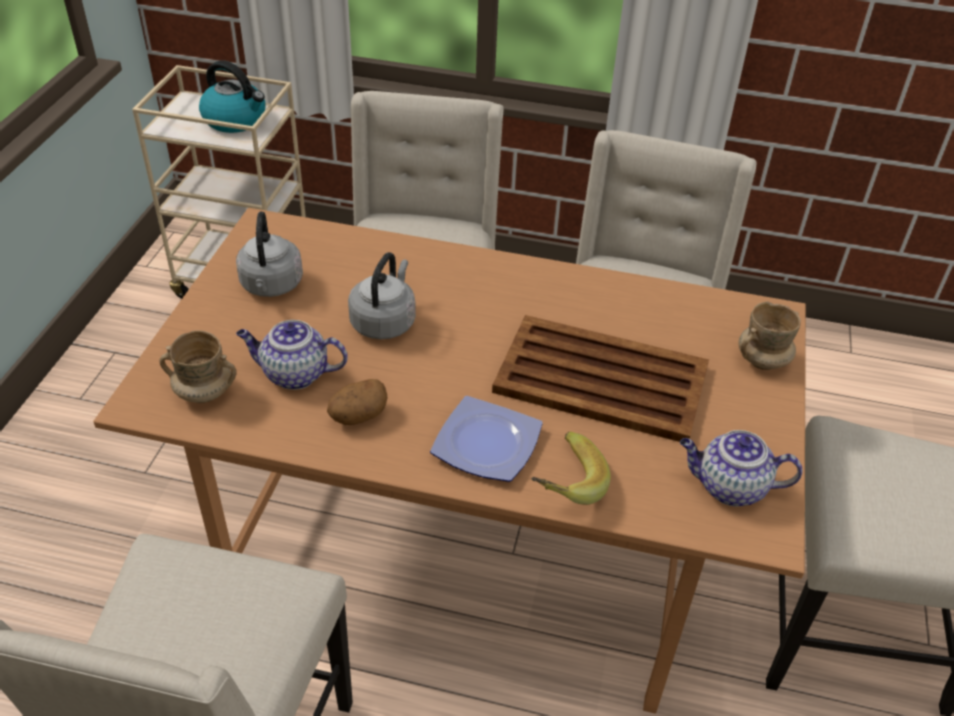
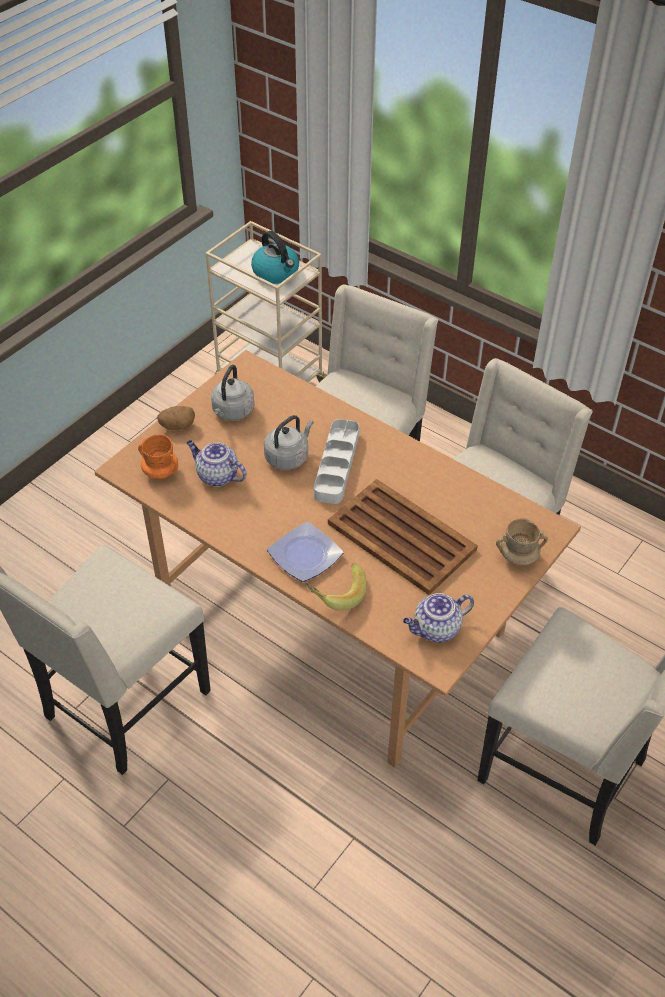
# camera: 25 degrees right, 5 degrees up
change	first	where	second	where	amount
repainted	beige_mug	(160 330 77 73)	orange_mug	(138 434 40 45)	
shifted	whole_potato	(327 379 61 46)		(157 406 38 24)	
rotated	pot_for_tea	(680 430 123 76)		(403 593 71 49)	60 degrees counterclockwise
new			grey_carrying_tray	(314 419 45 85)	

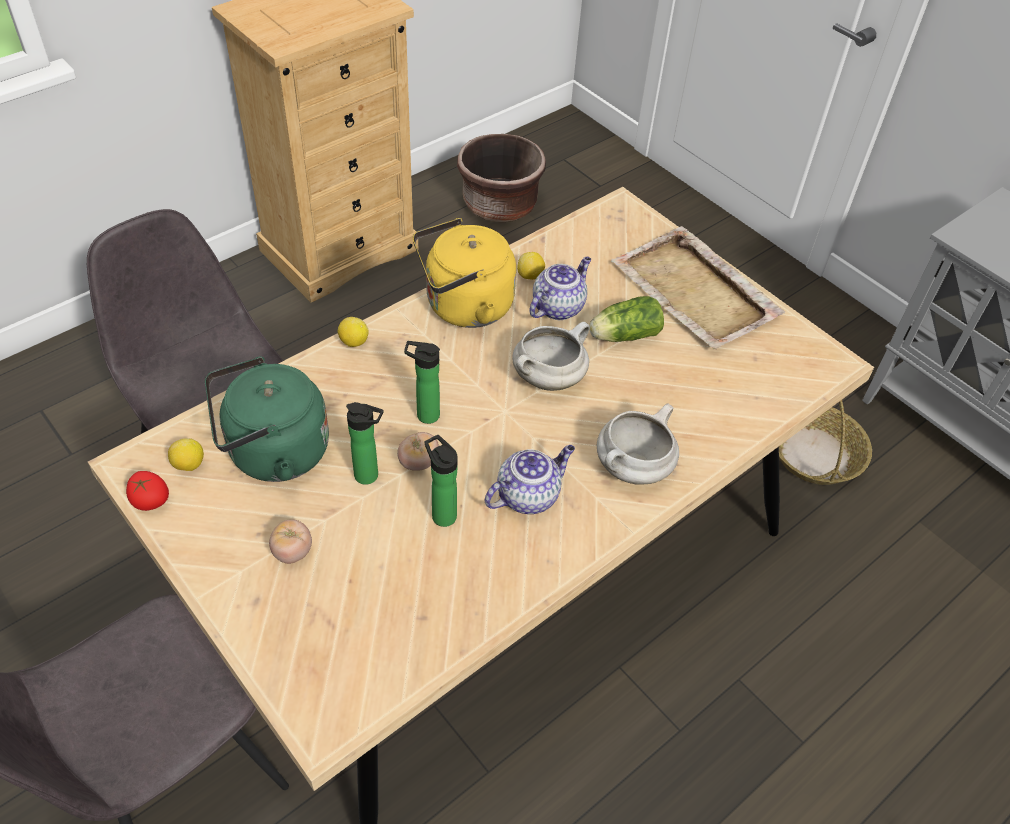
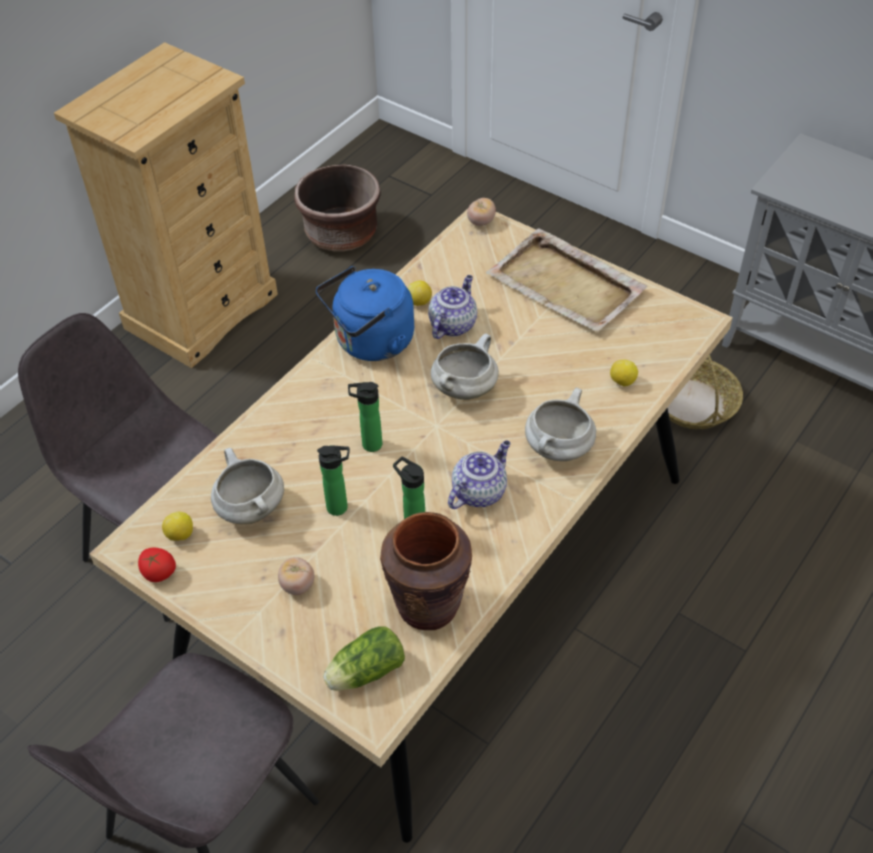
# camera: 10 degrees left, 0 degrees up
change	first	where	second	where	amount
repainted	yellow_water_kettle	(413 218 103 110)	blue-coloured_water_kettle	(316 266 98 95)	
shifted	lettuce_head	(589 296 75 46)		(323 627 82 64)	
shifted	citrus_fruit	(338 317 31 30)		(610 360 28 27)	
swapped	green_water_kettle	(205 357 124 125)	whitish_stockpot	(211 448 73 76)	
shifted	tomato	(397 432 42 39)		(467 198 29 28)	
new			brown-coloured_decorative_vase	(380 512 92 118)	

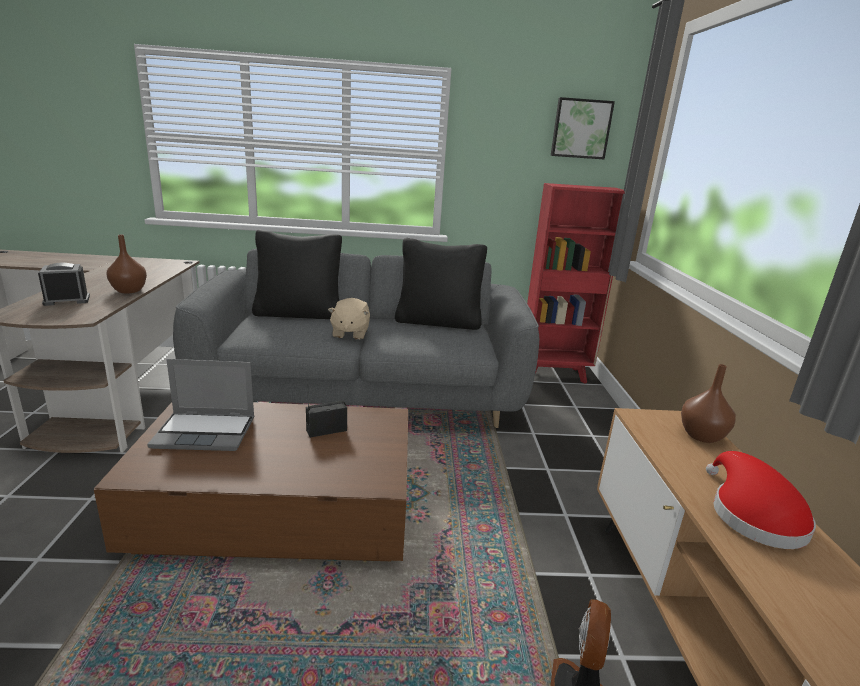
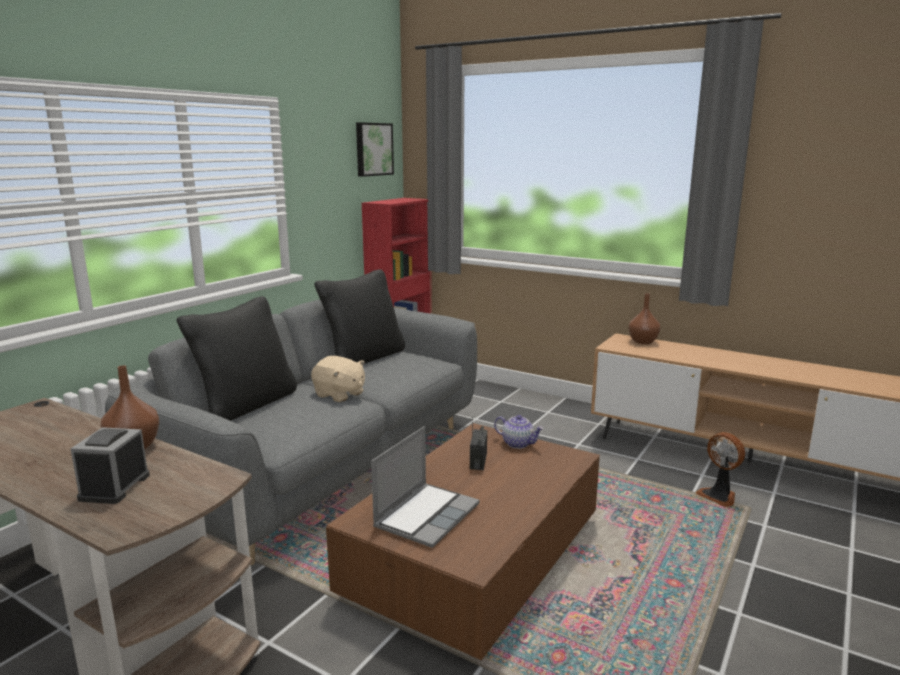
# camera: 55 degrees left, 5 degrees down
change	first	where	second	where	amount
gone	red-coloured_wearable_hat	(706 451 110 98)			
new			pot_for_tea	(494 415 50 34)	

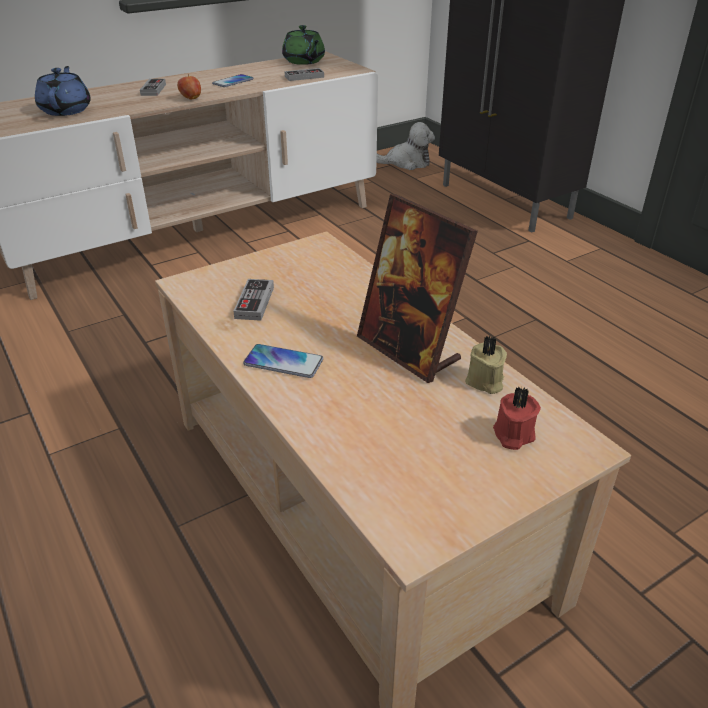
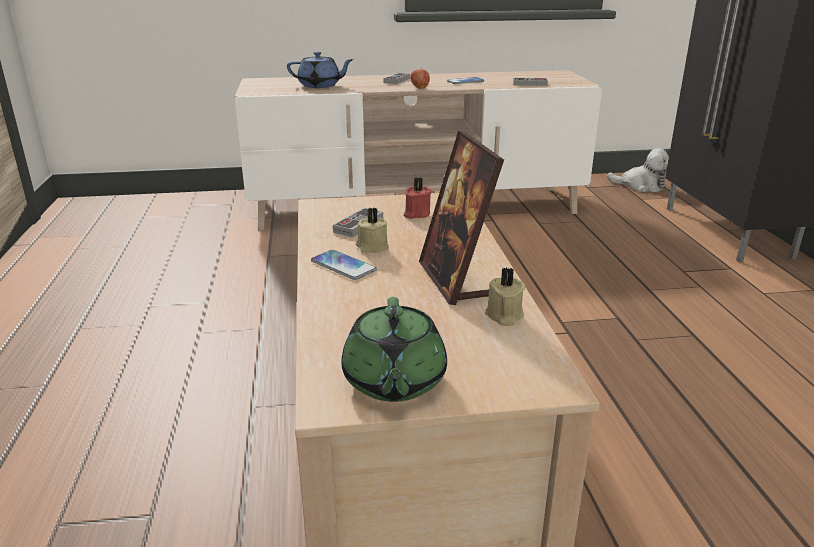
# camera: 25 degrees right, 10 degrees down
change	first	where	second	where	amount
shifted	green_pot_for_tea	(282 25 43 40)		(341 297 106 105)	
rotated	blue-coloured_pot_for_tea	(35 66 56 50)		(287 52 67 36)	75 degrees clockwise
shifted	red-coloured_wax_candle	(493 386 48 64)		(404 177 28 42)	
new			beige_wax_candle	(356 208 33 45)	

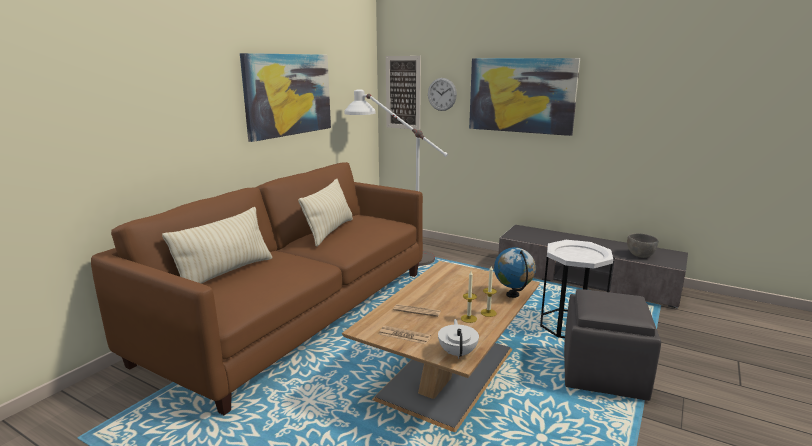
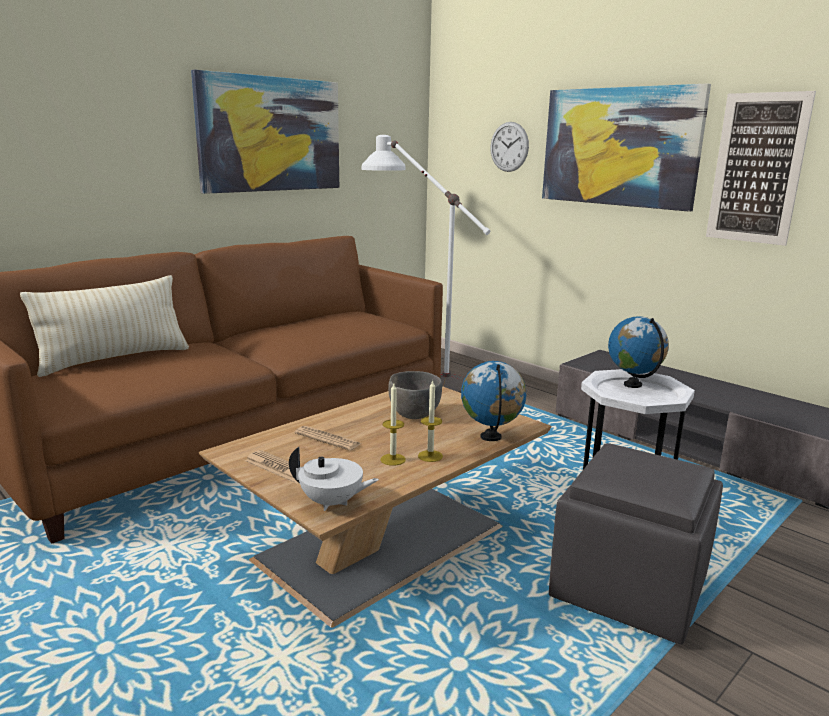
# camera: 15 degrees right, 0 degrees up
change	first	where	second	where	amount
shifted	wall_picture	(386 56 35 74)		(706 91 110 155)	
gone	beige_cushion	(298 179 55 68)			
shifted	grey_bowl	(627 233 31 25)		(388 371 54 48)	
rotated	whitish_pot_for_tea	(438 319 41 40)		(289 447 90 64)	90 degrees clockwise
new			globe	(608 316 61 72)	

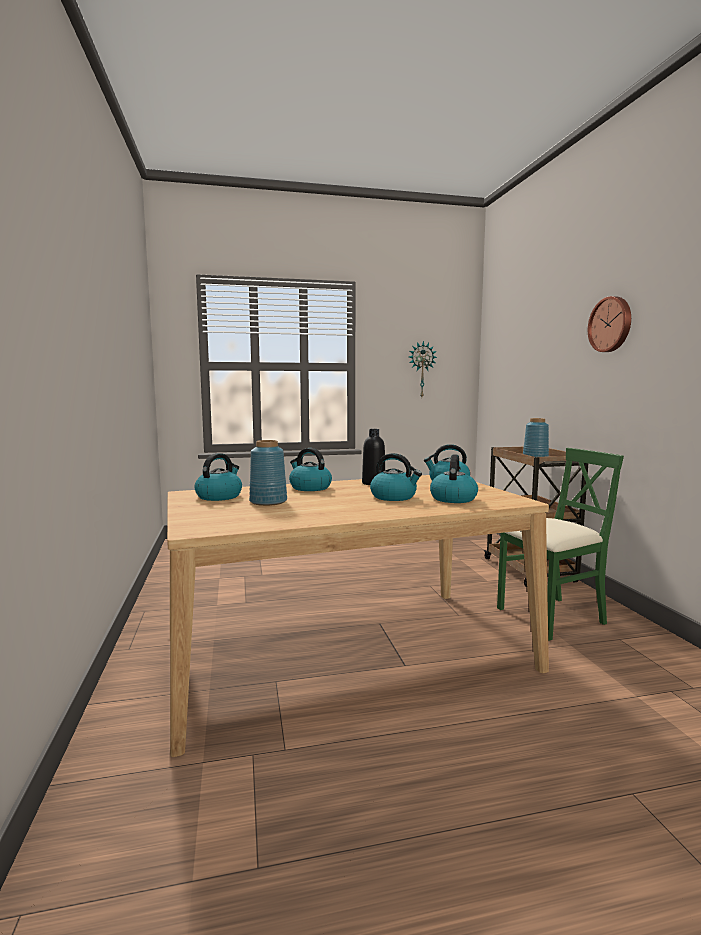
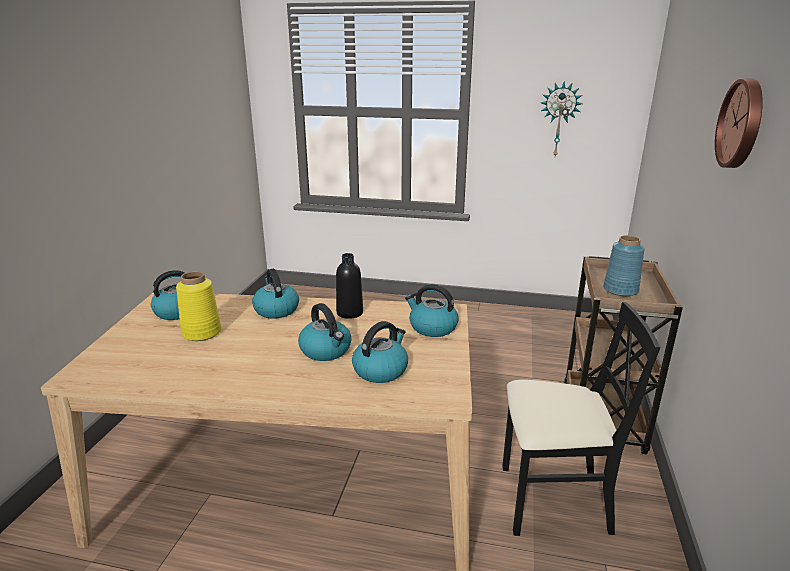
# camera: 25 degrees right, 15 degrees up
change	first	where	second	where	amount
repainted	blue-coloured_decorative_vase	(249 440 38 66)	yellow_decorative_vase	(176 271 46 70)	
repainted	green_chair	(497 448 127 193)	black_chair	(502 302 158 234)	

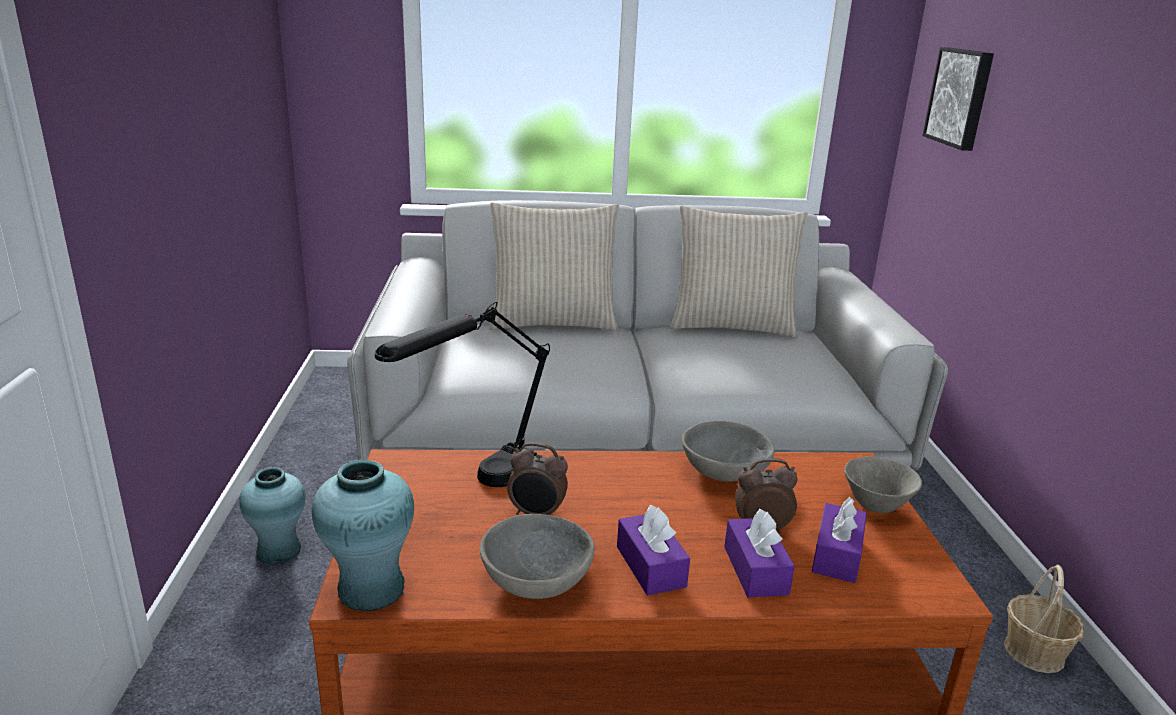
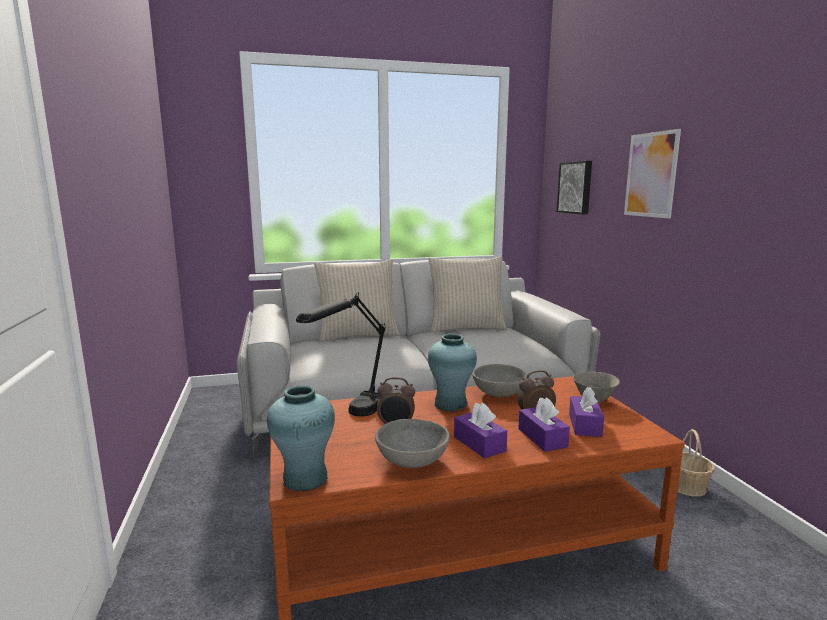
# camera: 10 degrees left, 10 degrees down
change	first	where	second	where	amount
shifted	turquoise-coloured_decorative_vase	(239 467 67 98)		(428 334 49 78)	
new			wall_picture	(624 129 57 89)	

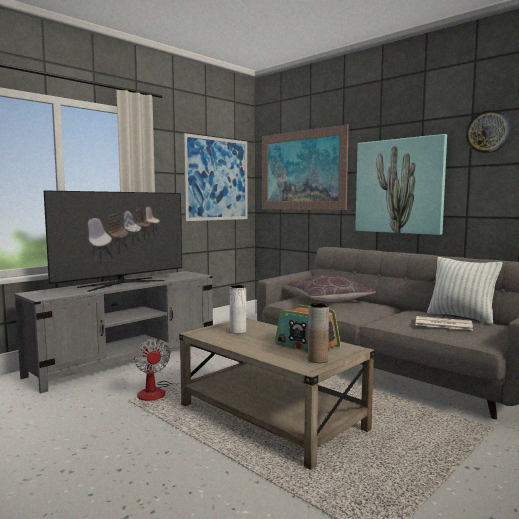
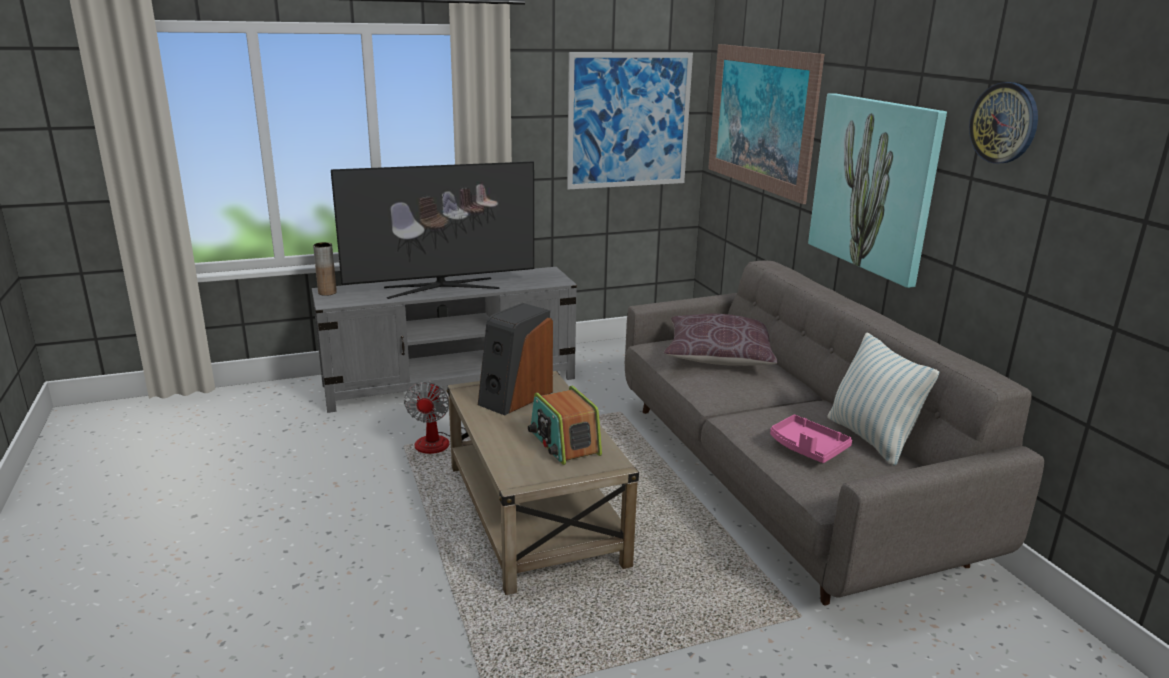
# camera: 25 degrees right, 15 degrees up
change	first	where	second	where	amount
swapped	whitish_decorative_vase	(230 285 16 49)	audio_speaker	(478 303 75 113)	
shifted	brown-coloured_decorative_vase	(308 303 21 60)		(313 242 24 54)	
swapped	daily_paper	(416 316 57 14)	pinkish_carrying_tray	(770 415 82 48)	

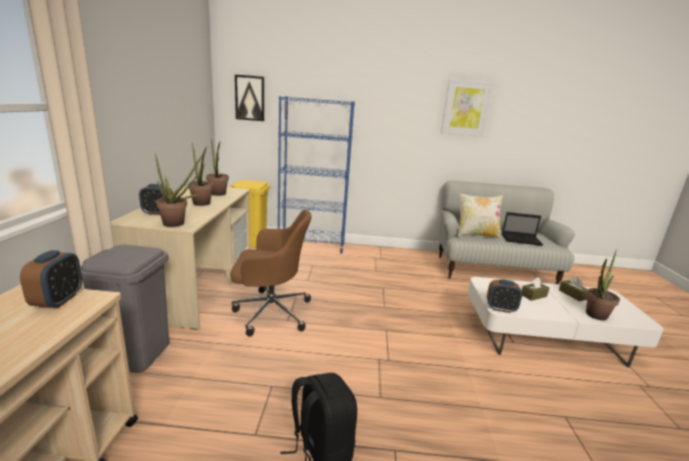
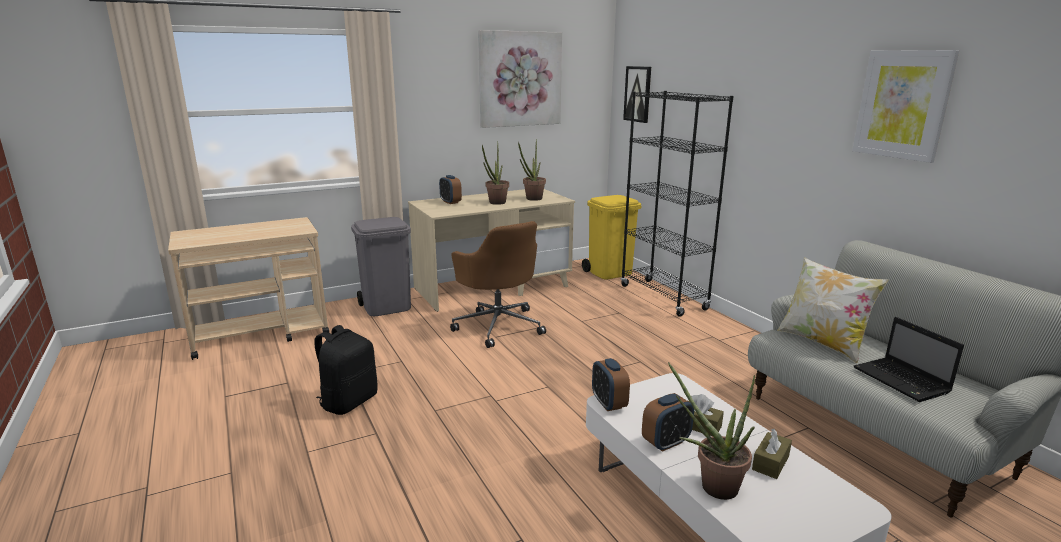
# camera: 60 degrees right, 0 degrees up
change	first	where	second	where	amount
repainted	blue-coloured_bookcase	(278 96 77 158)	black_bookcase	(621 91 113 226)	
gone	houseplant	(155 153 48 74)			
shifted	bedside_clock	(20 250 62 59)		(642 393 52 59)	
new			wall_picture	(478 30 84 98)	

